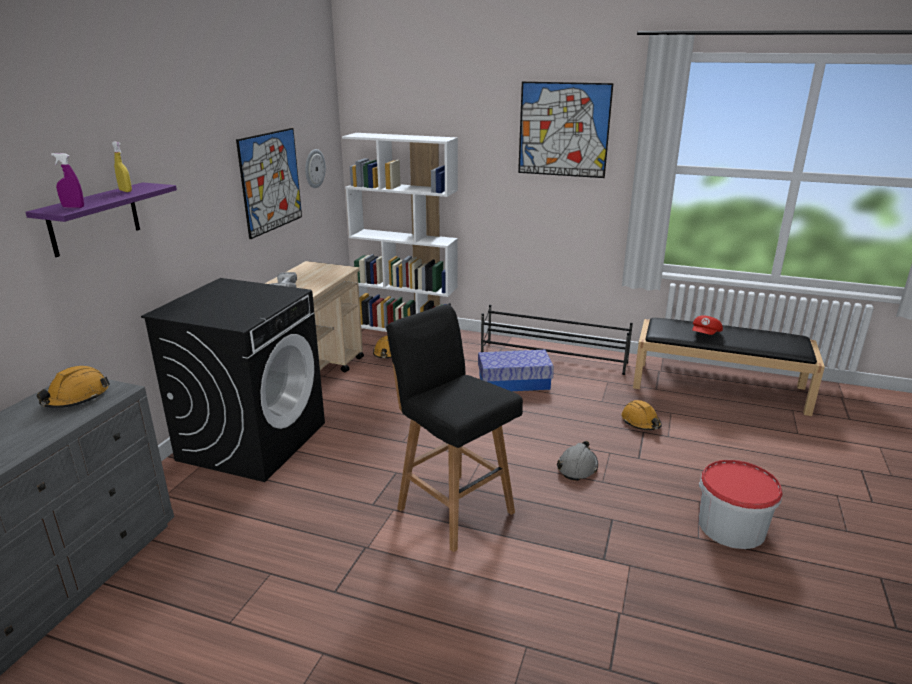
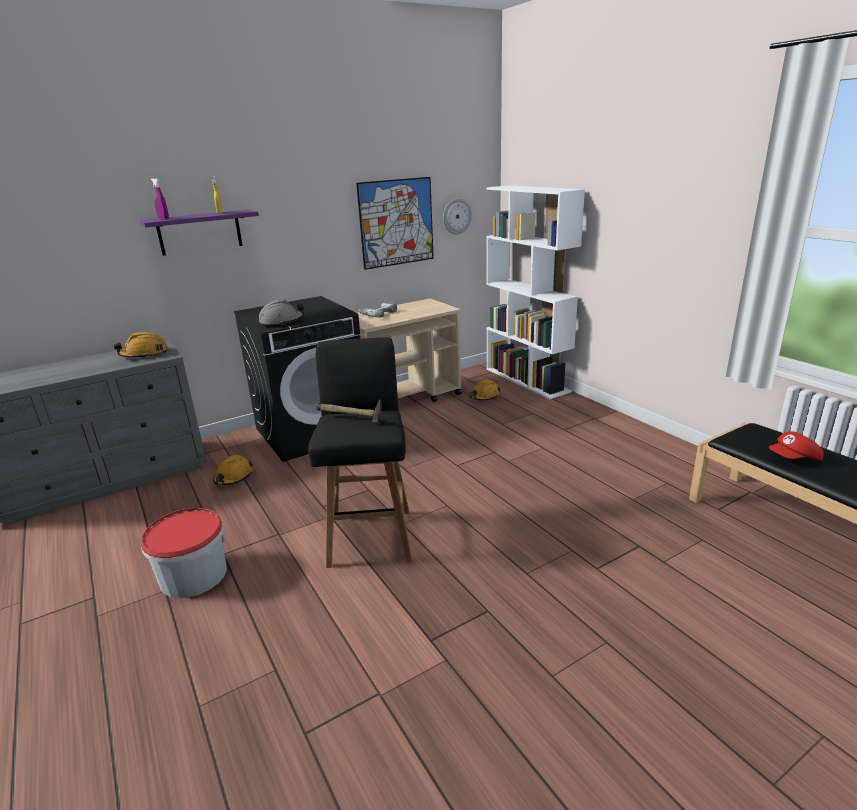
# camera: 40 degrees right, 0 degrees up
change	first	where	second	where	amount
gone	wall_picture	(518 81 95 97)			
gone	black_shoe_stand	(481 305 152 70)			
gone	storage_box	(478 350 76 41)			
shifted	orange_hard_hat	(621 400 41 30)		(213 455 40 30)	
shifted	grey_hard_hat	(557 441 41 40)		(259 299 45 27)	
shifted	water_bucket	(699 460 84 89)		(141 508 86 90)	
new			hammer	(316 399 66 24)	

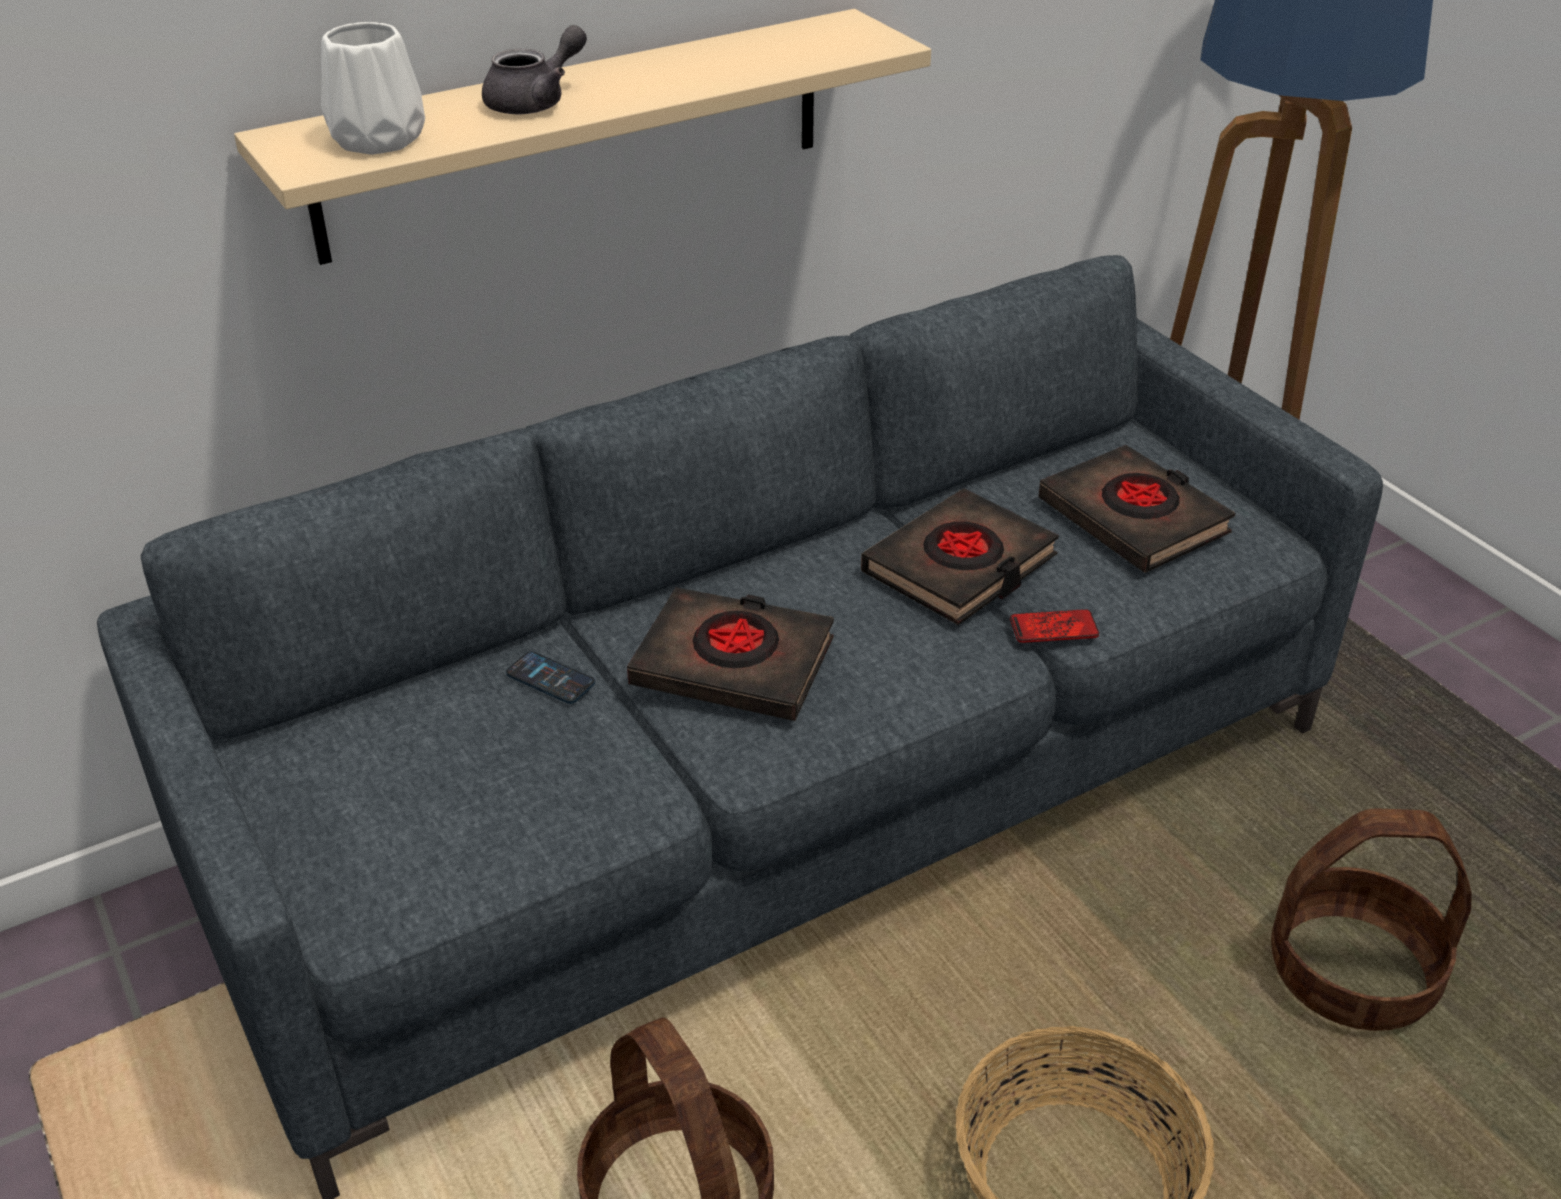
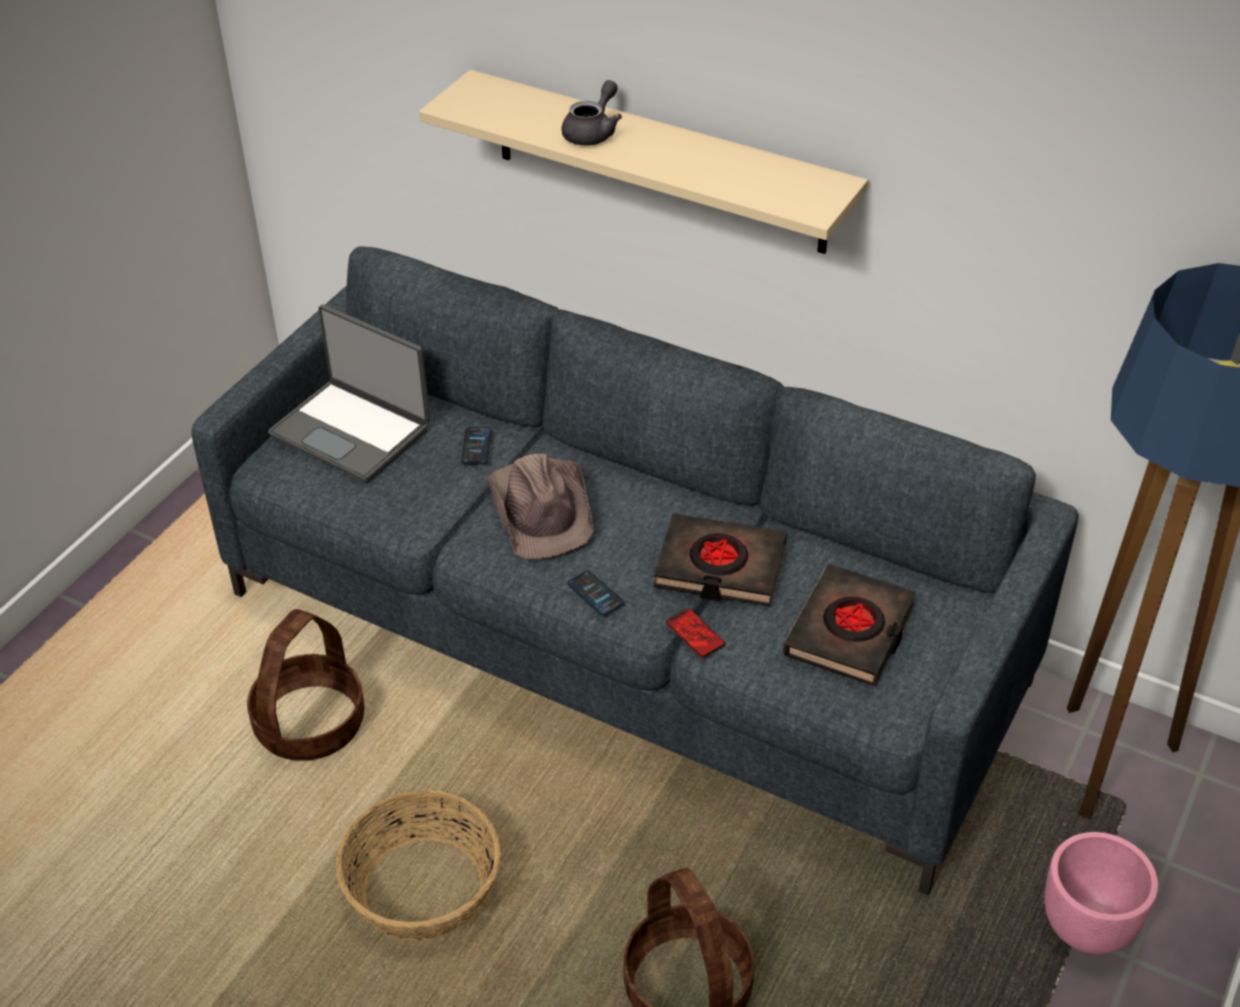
# camera: 60 degrees right, 5 degrees up
change	first	where	second	where	amount
gone	whitish_decorative_vase	(321 22 104 133)			
rotated	grey_pot_for_tea	(482 25 105 89)		(561 80 61 66)	75 degrees counterclockwise
swapped	black_book	(627 587 207 134)	brown-coloured_wearable_hat	(488 454 105 105)	
new			notebook_computer	(268 305 162 178)	
new			handset	(568 571 56 45)	
new			pinkish_plant_pot	(1045 832 113 122)	

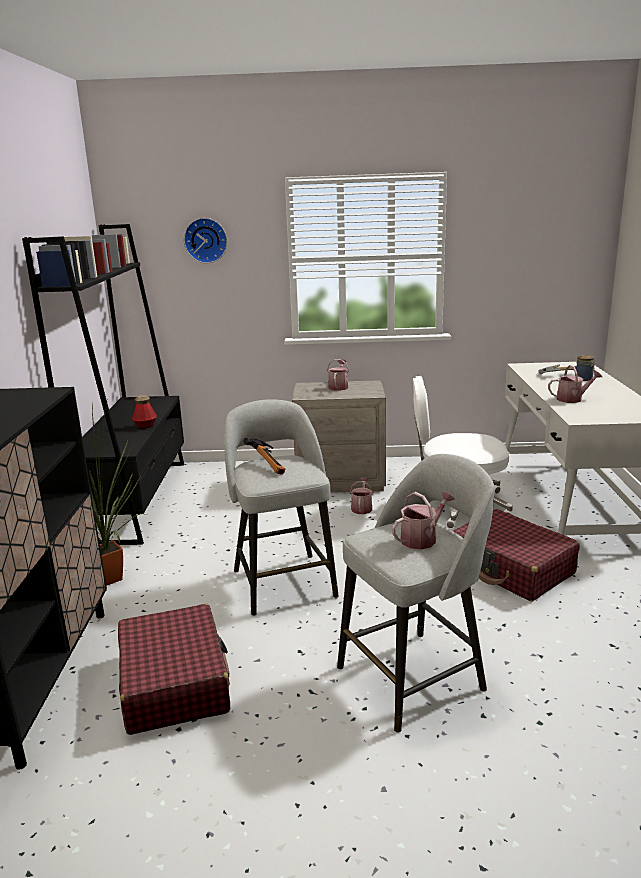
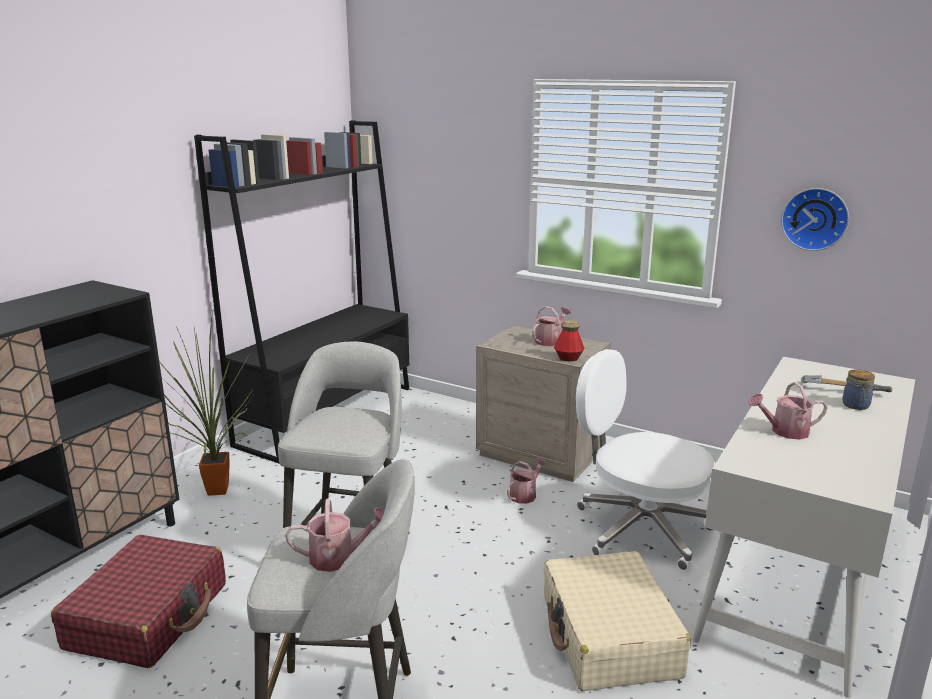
# camera: 30 degrees right, 0 degrees up
change	first	where	second	where	amount
shifted	clock_on_the_wall	(184 218 43 45)		(781 188 68 63)	
rotated	watering_can	(548 365 54 38)		(748 382 80 58)	150 degrees clockwise
shifted	beverage_bottle	(132 395 25 34)		(554 320 31 41)	
gone	hammer	(244 438 42 37)			
repainted	red-coloured_suitcase	(453 509 127 92)	beige_suitcase	(544 551 147 140)	

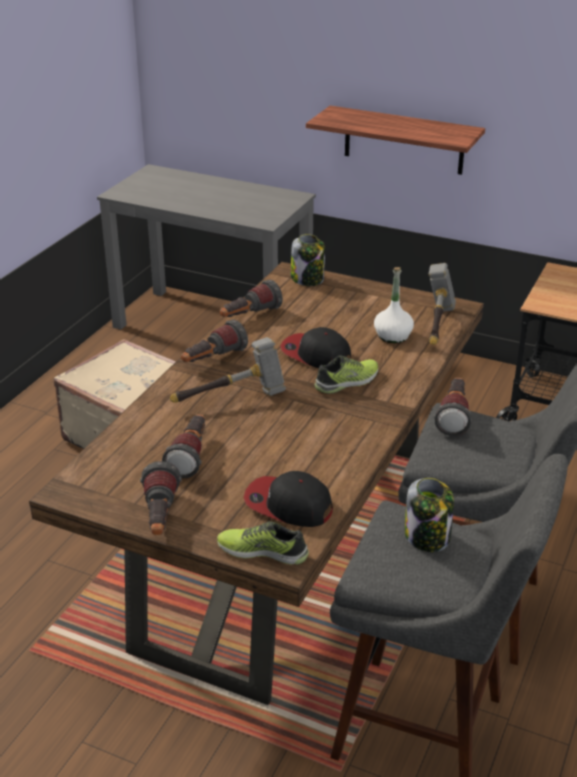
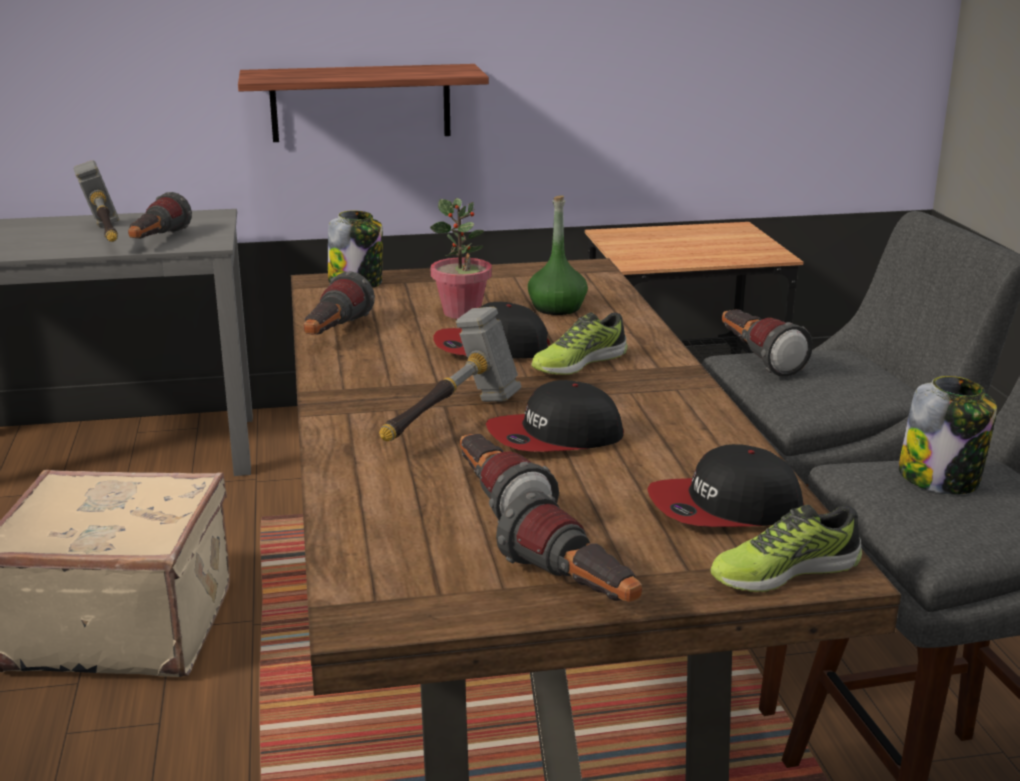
# camera: 35 degrees left, 10 degrees down
change	first	where	second	where	amount
shifted	hammer	(429 263 27 82)		(73 160 46 82)	
repainted	whitish_beverage_bottle	(374 267 40 76)	green_beverage_bottle	(528 195 60 120)	
shifted	hand_torch	(181 319 67 43)		(128 192 64 47)	
rotated	item_of_footwear	(315 356 63 38)		(531 312 96 63)	150 degrees counterclockwise
new			houseplant	(430 198 62 121)	
new			peaked_cap	(486 380 138 72)	

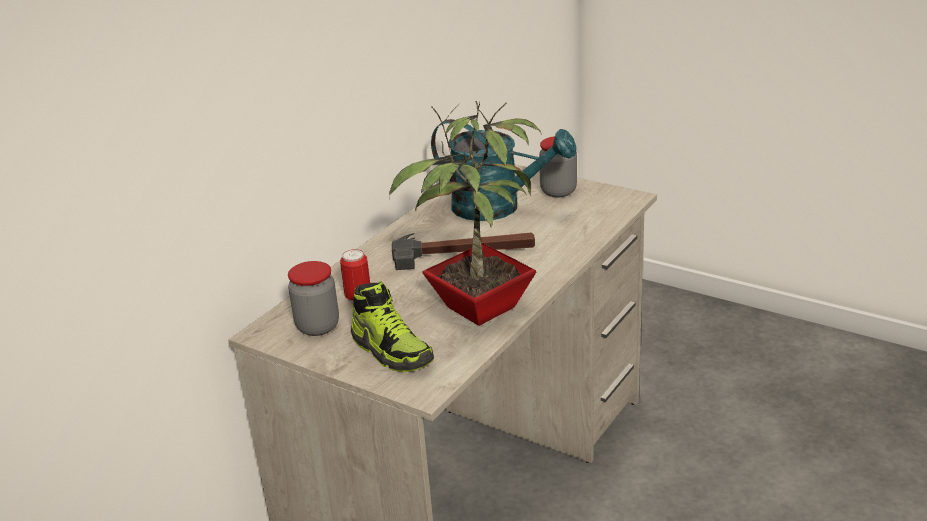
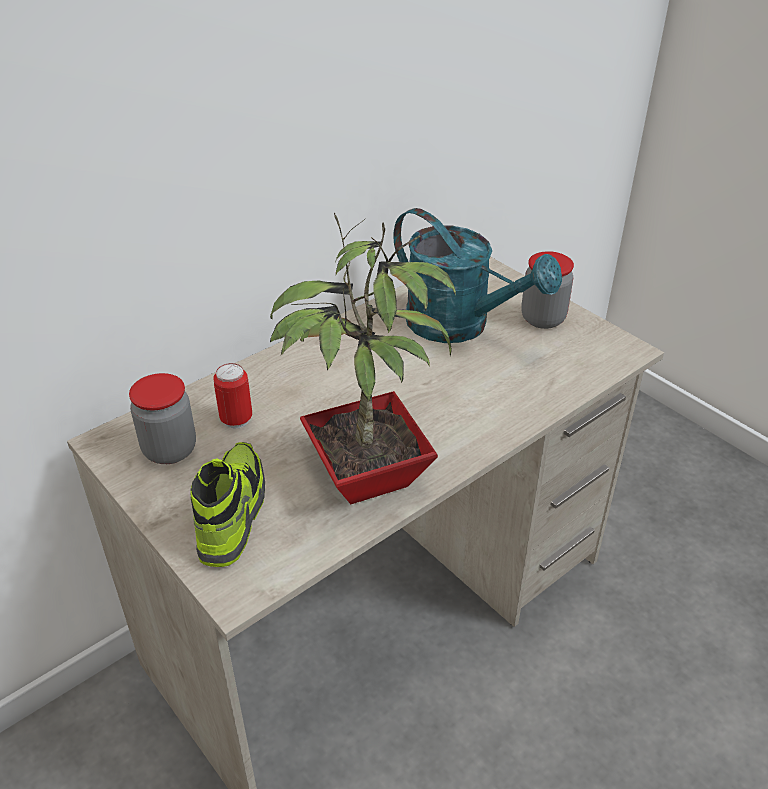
# camera: 15 degrees right, 10 degrees up
change	first	where	second	where	amount
gone	hammer	(392 232 143 38)			
rotated	item_of_footwear	(351 281 83 91)		(190 442 75 125)	150 degrees counterclockwise

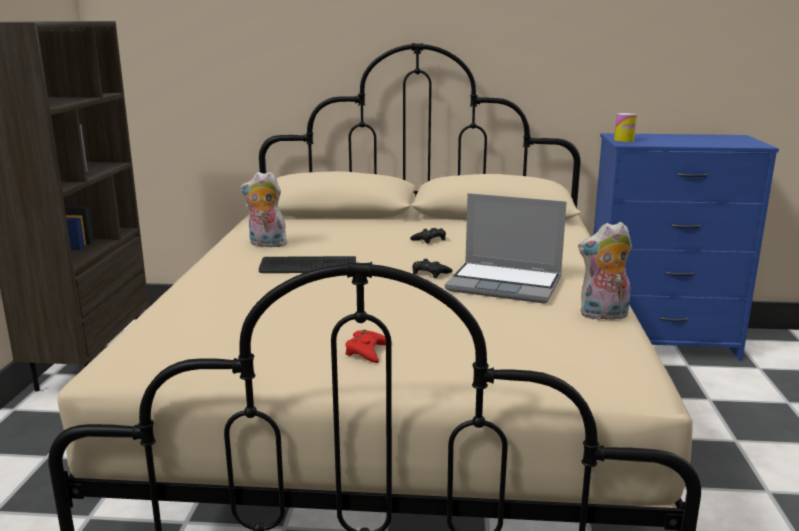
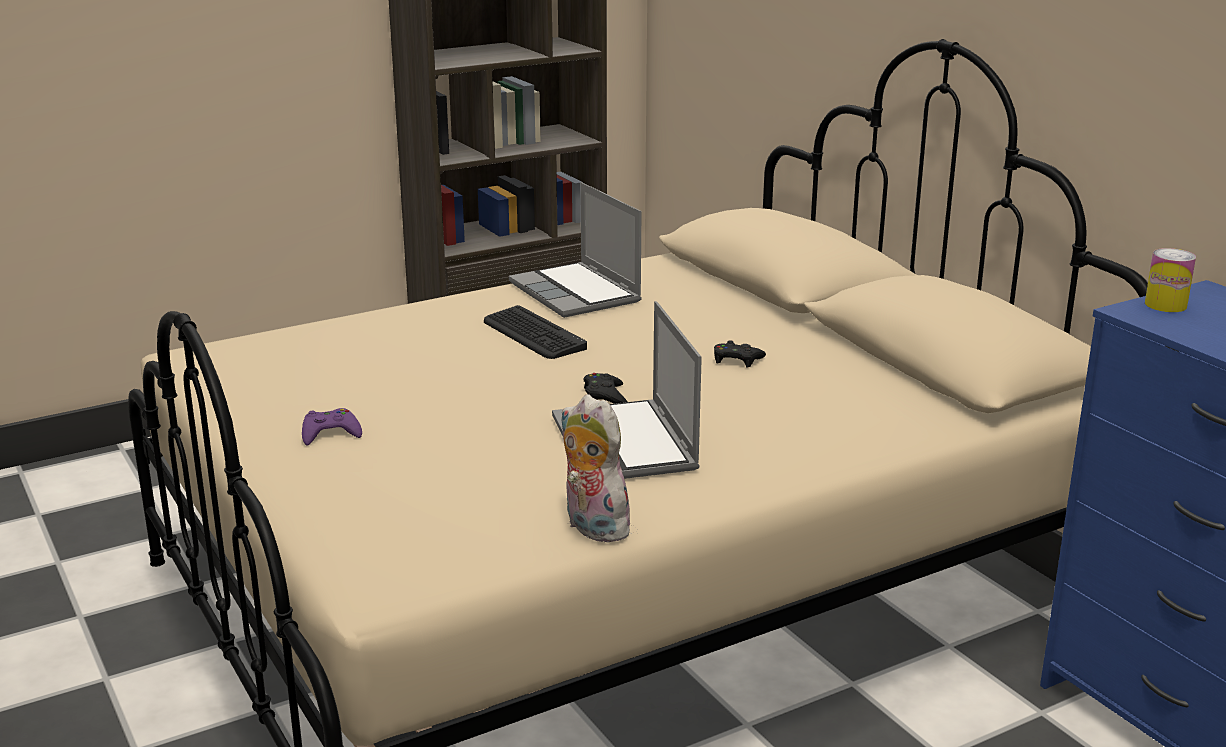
# camera: 55 degrees right, 5 degrees up
change	first	where	second	where	amount
swapped	cuddly_toy	(241 172 49 75)	notebook_computer	(509 182 133 136)	
repainted	red-coloured_gamepad	(345 330 41 33)	purple-coloured_gamepad	(302 408 60 38)	

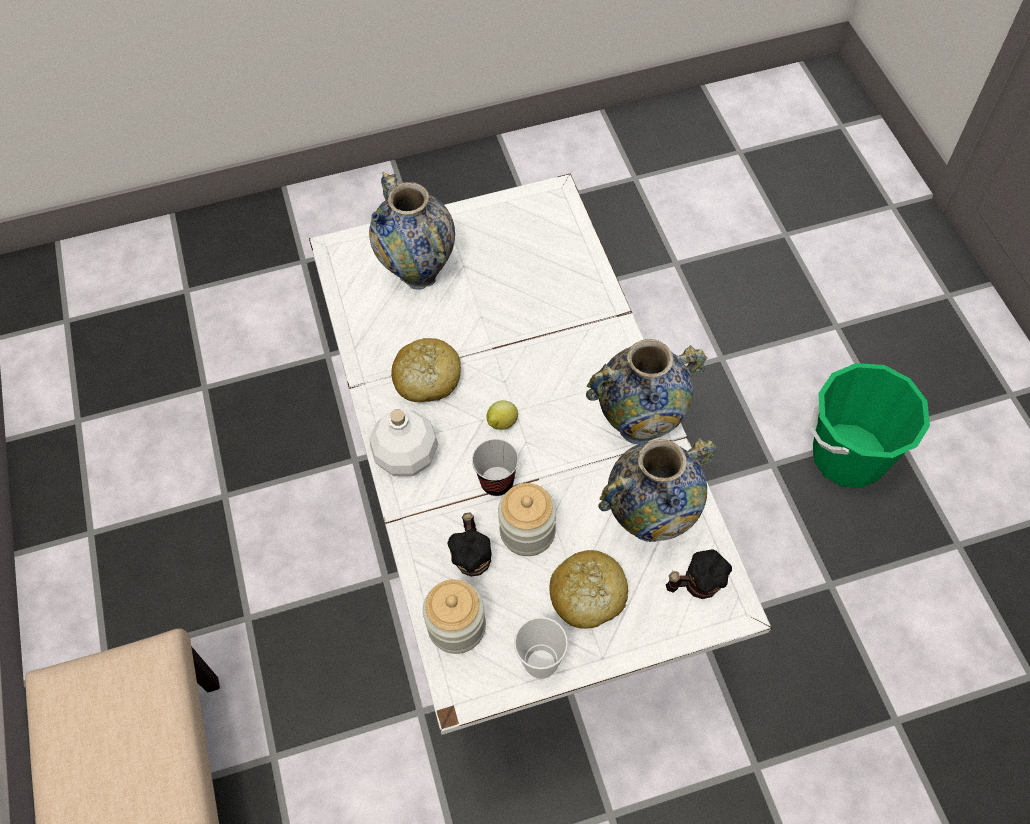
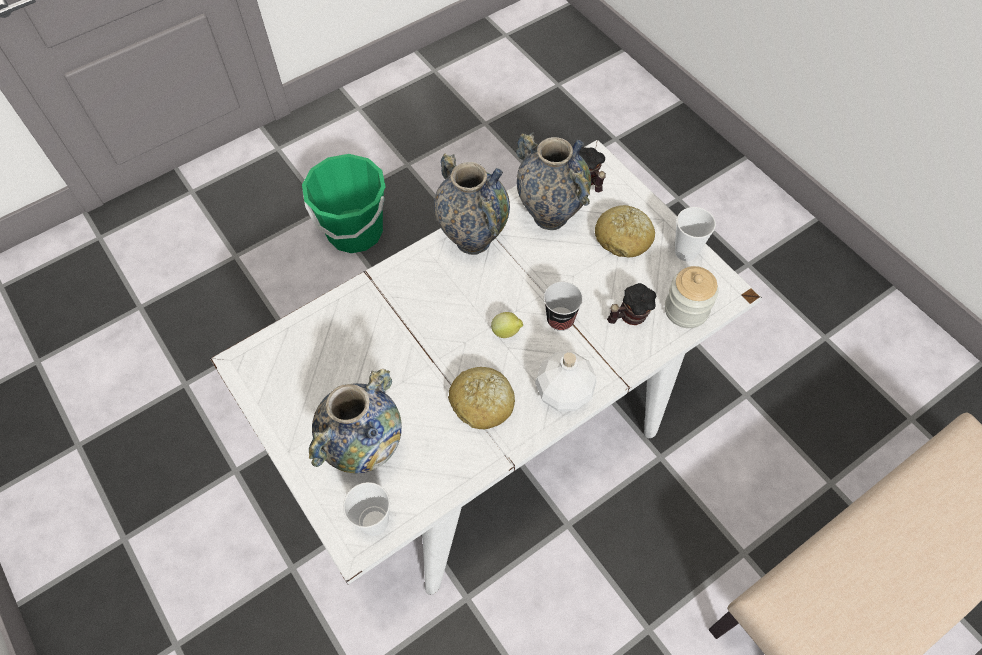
# camera: 110 degrees left, 0 degrees up
change	first	where	second	where	amount
gone	jar	(498 483 58 73)			
new			drinking_cup	(343 482 47 54)	

